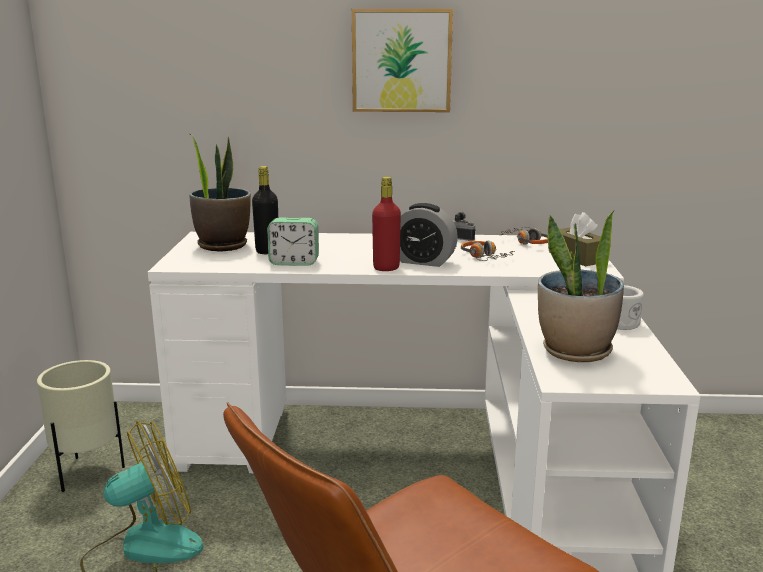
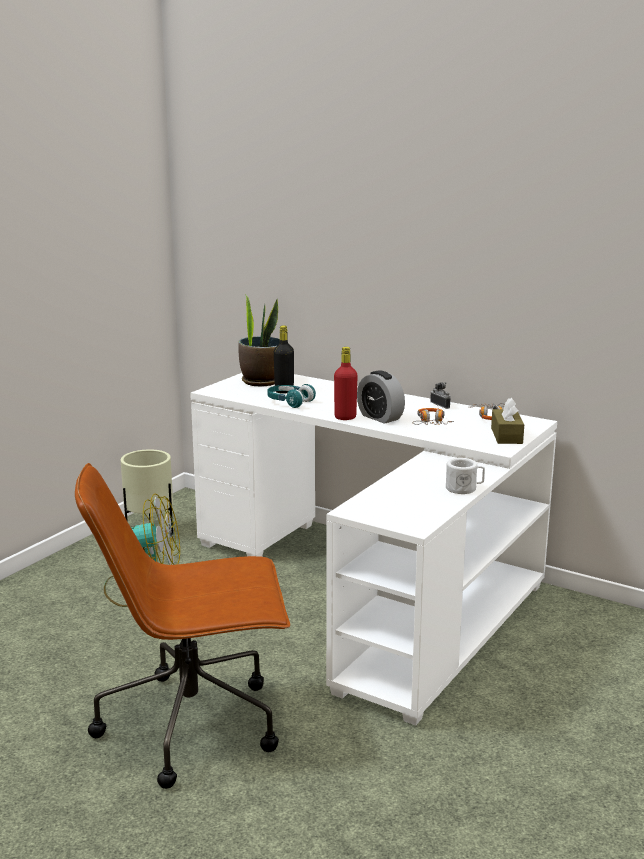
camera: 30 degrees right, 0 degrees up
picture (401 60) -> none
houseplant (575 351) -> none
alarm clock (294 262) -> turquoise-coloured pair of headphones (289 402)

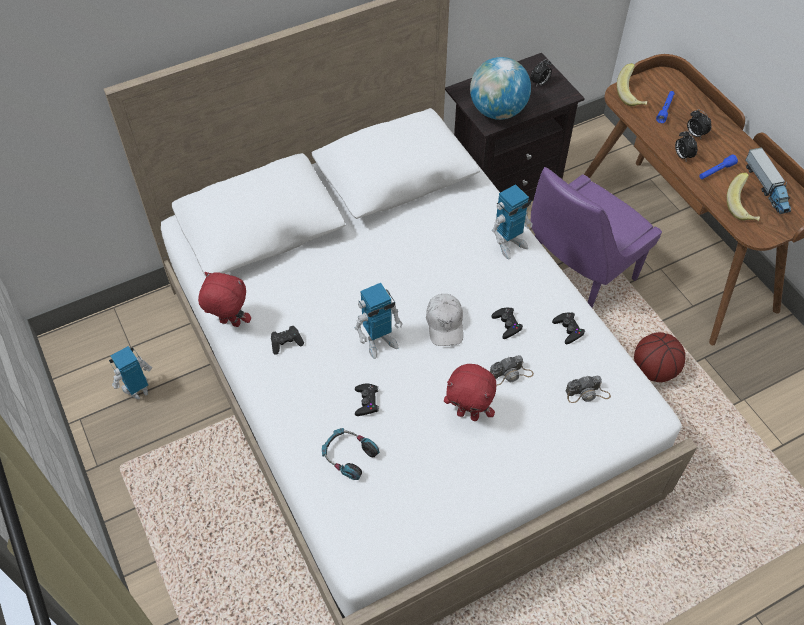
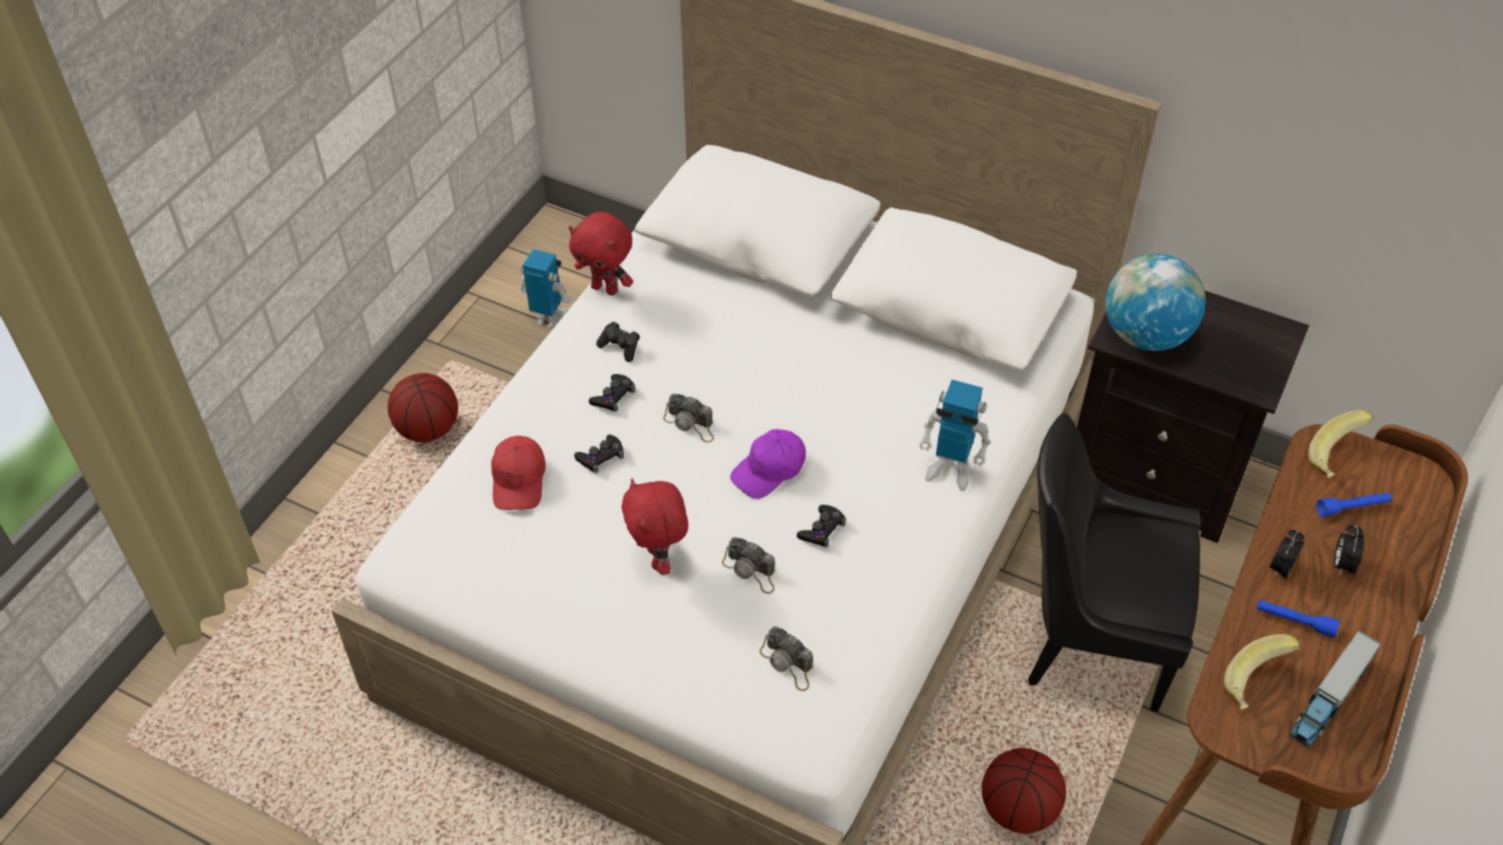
camera: 55 degrees right, 5 degrees down
alarm clock (539 83) -> none
none -> basketball ball (428 429)
black-coloured game controller (568 329) -> black-coloured game controller (613 396), shifted
pair of headphones (349 456) -> red-coloured baseball cap (519 480)
model robot (379 342) -> still camera (690 424)
whitish baseball cap (445 324) -> purplish baseball cap (769 470)
purplish upright chair (576 276) -> black-coloured upright chair (1091 637)
red-coloured plush toy (229 324) -> red-coloured plush toy (606 288), 135 degrees clockwise

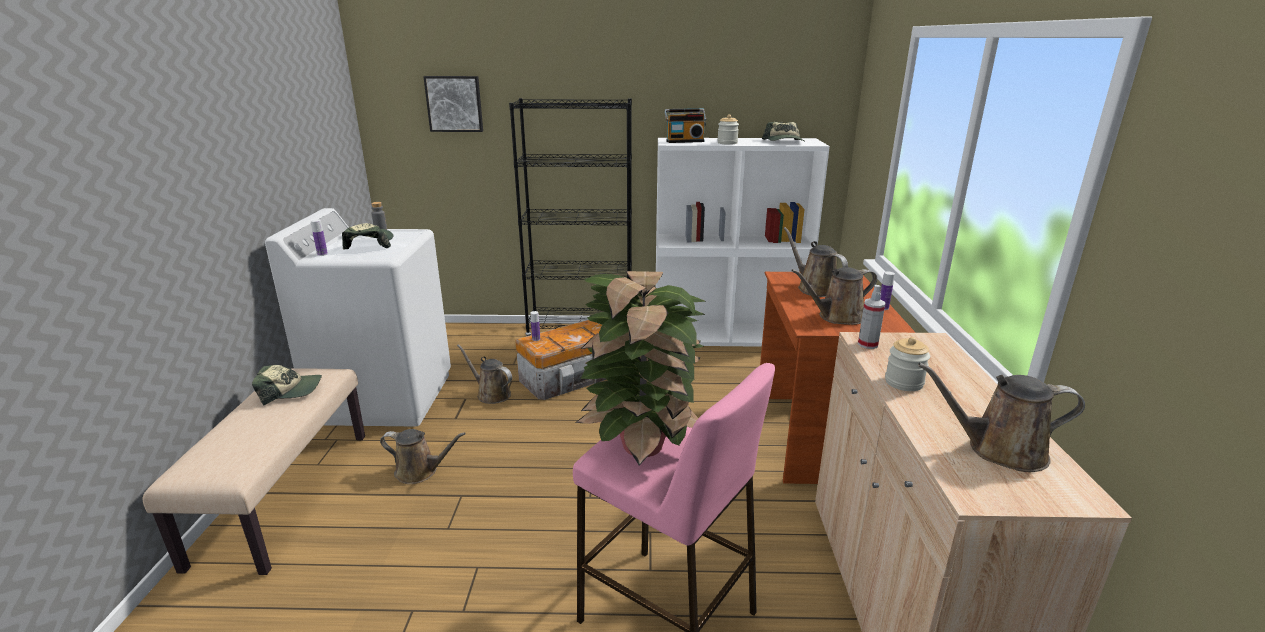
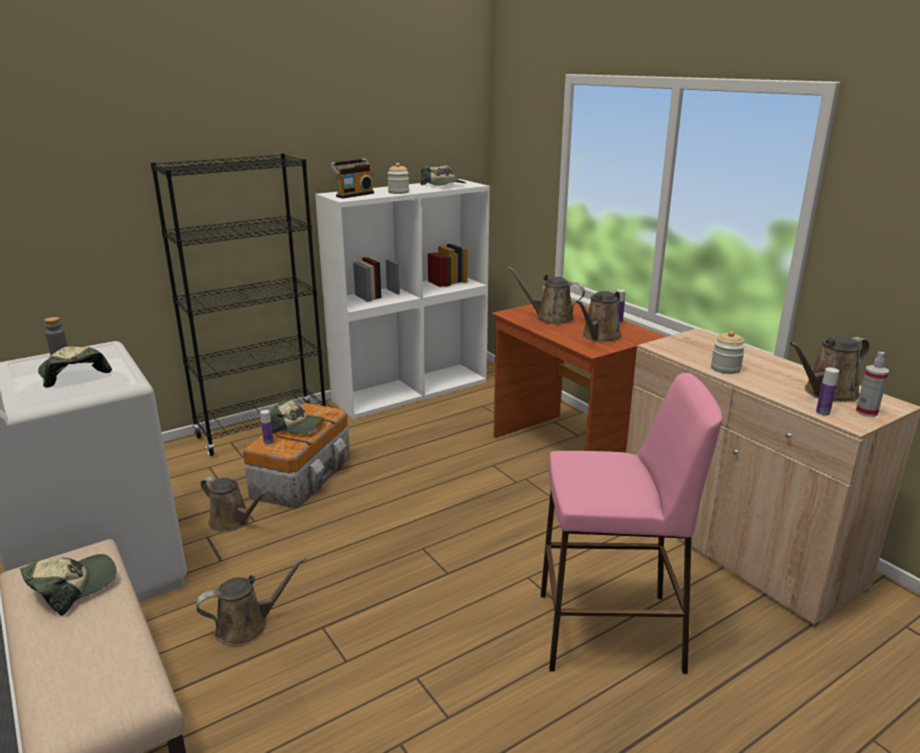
camera: 35 degrees left, 0 degrees up
picture (454 104) -> none
houseplant (642 442) -> none
none -> baseball cap (297 426)
drink bottle (322 254) -> drink bottle (822 412), shifted
spray bottle (867 344) -> spray bottle (866 412), shifted
brown-coloured watering pot (491 394) -> brown-coloured watering pot (233 521), 150 degrees counterclockwise

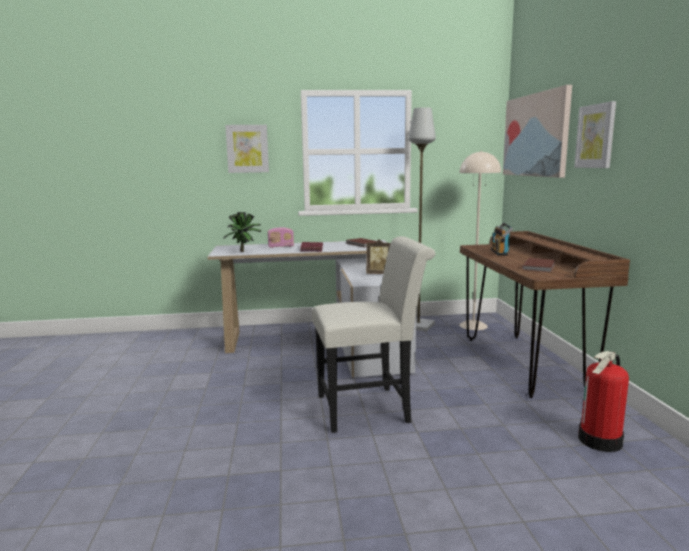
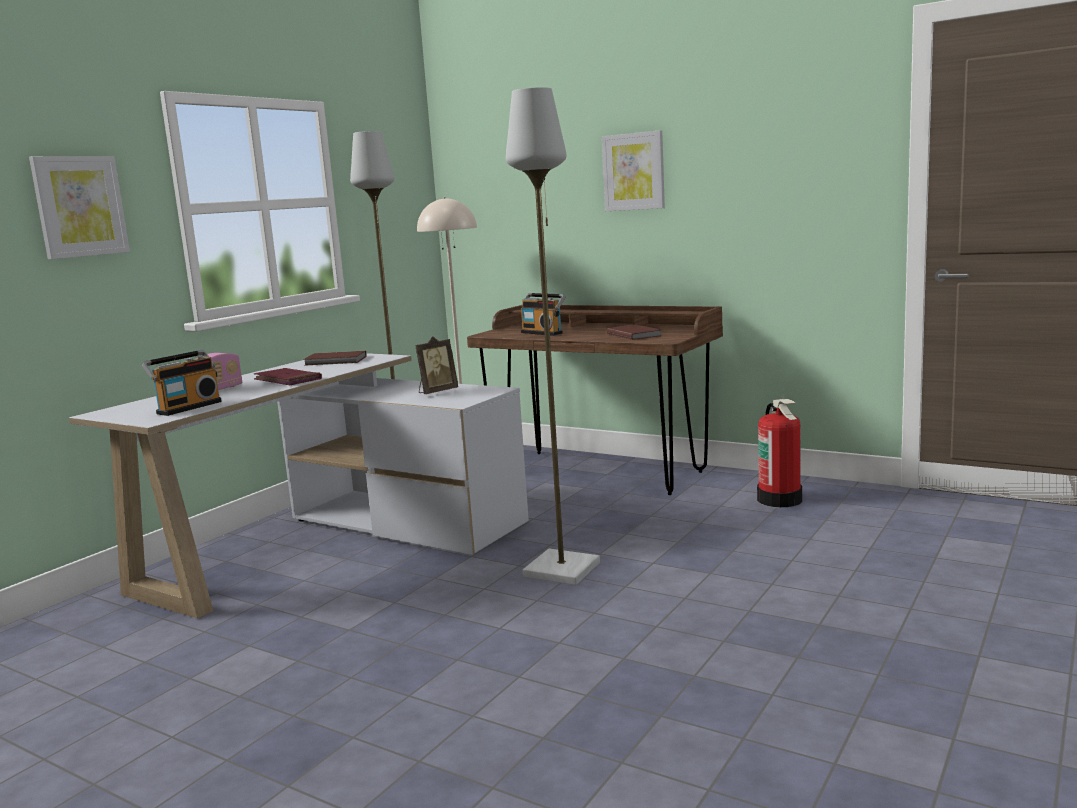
camera: 50 degrees left, 0 degrees up
picture (536 135) -> none
houseplant (244 251) -> radio (187 407)
whitish upright chair (370 408) -> gray standing lamp (563 569)

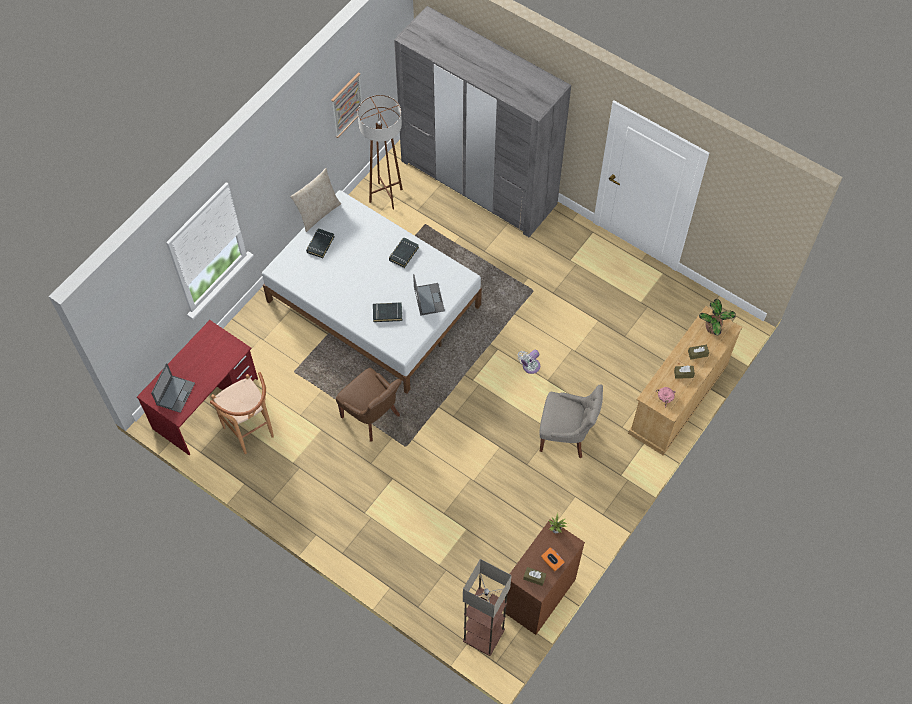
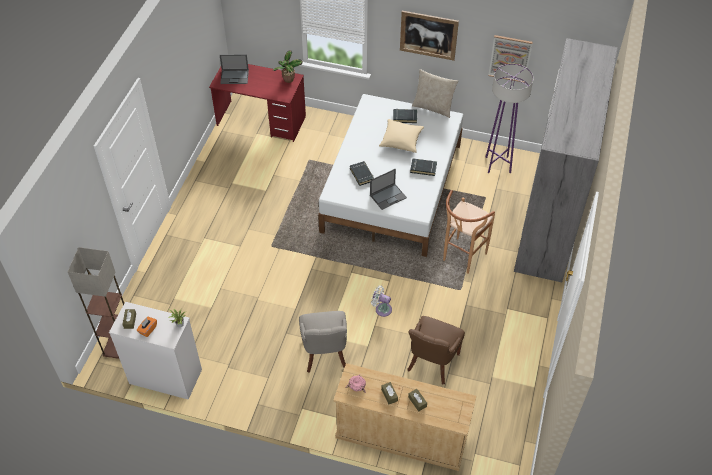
camera: 70 degrees right, 10 degrees down
none -> beige-coloured pillow (401 140)
none -> picture (428 35)
brown-coloured stool seat (252 435) -> brown-coloured stool seat (461 259), shifted
brown-coloured upright chair (372 416) -> brown-coloured upright chair (432 363), shifted
houseplant (713 328) -> houseplant (288 80), shifted
brown-coloured standing lamp (385 195) -> purplish standing lamp (498 164)
brown-coloured dresser (539 596) -> whitish dresser (165 376)

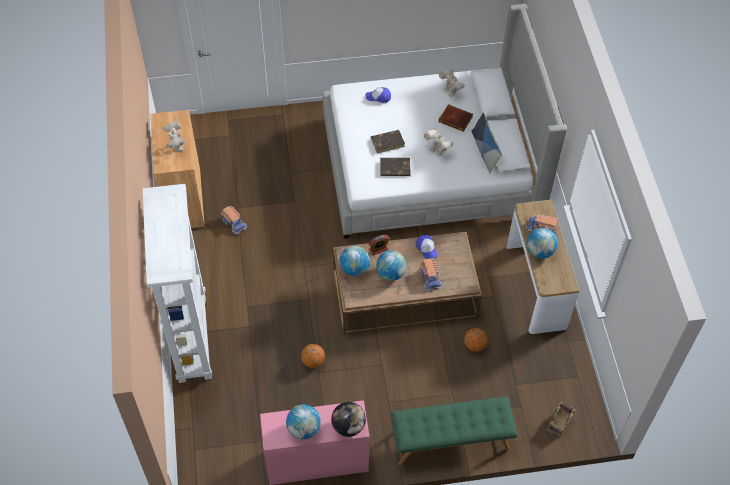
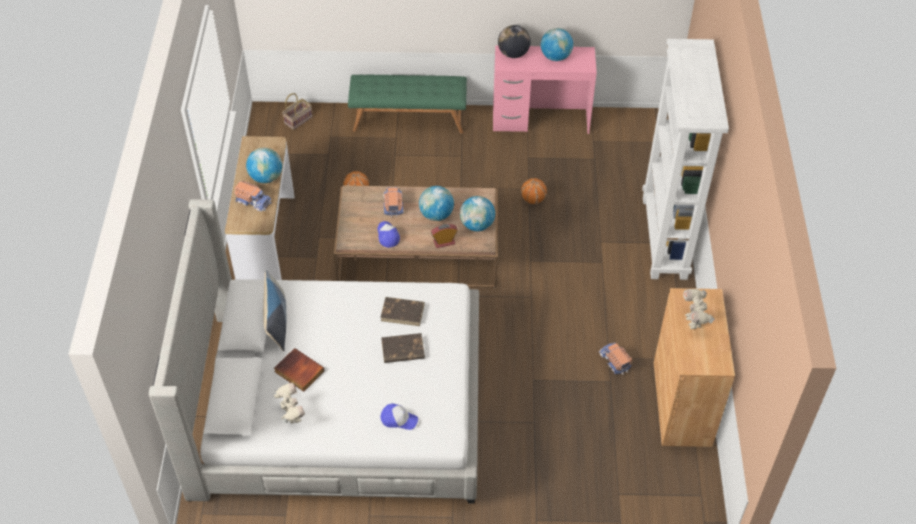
camera: 170 degrees left, 5 degrees down
model robot (437 151) -> none

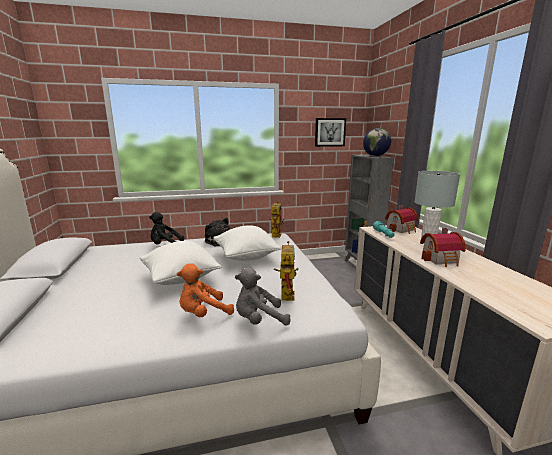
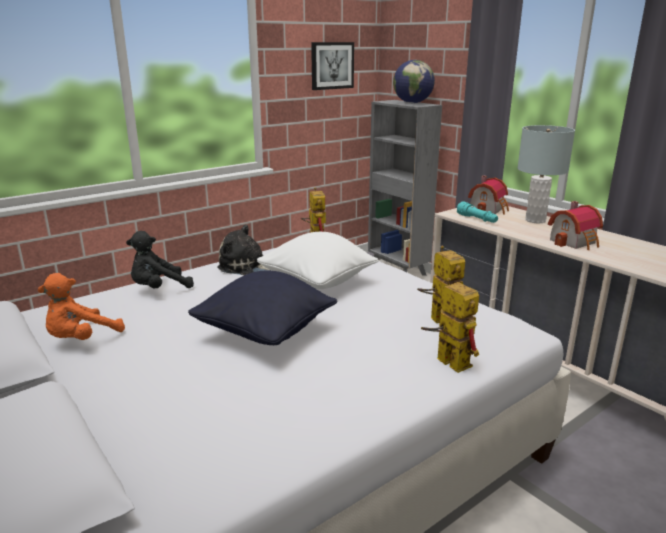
camera: 25 degrees left, 5 degrees up
orangey plush toy (203 314) -> orangey plush toy (81 339), shifted
gray plush toy (259 320) -> model robot (446 360)
whitish pillow (180 279) -> black-coloured pillow (265 333)

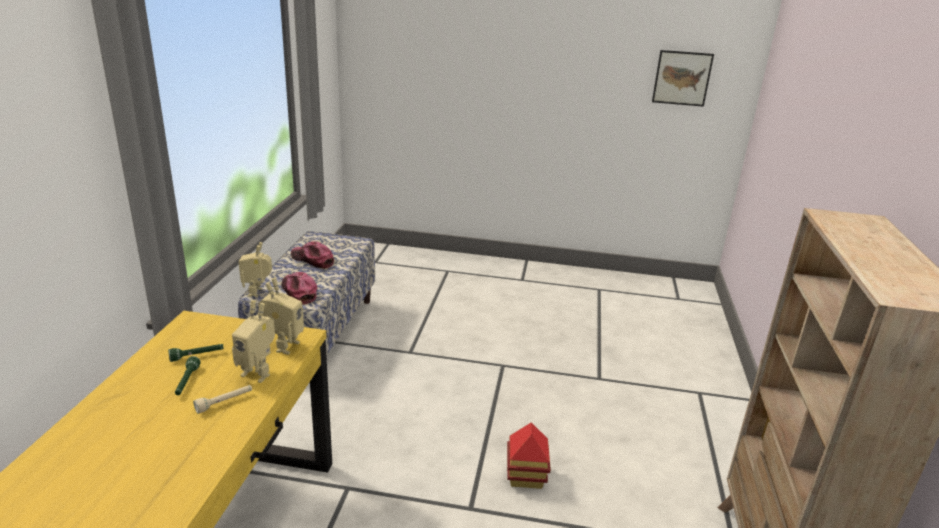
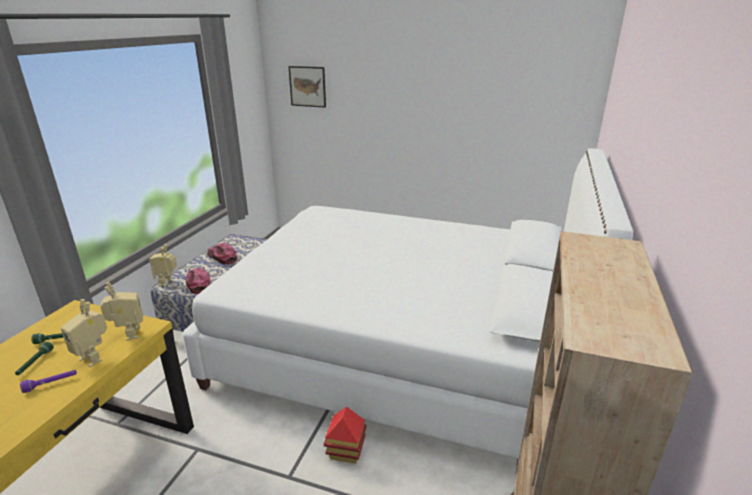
camera: 10 degrees right, 0 degrees up
none -> whitish bedroom bed (400 349)
picture (682 78) -> picture (307 86), shifted
beige-coloured flashlight (224 402) -> purplish flashlight (51 384)
model robot (283 346) -> model robot (129 334), 45 degrees counterclockwise

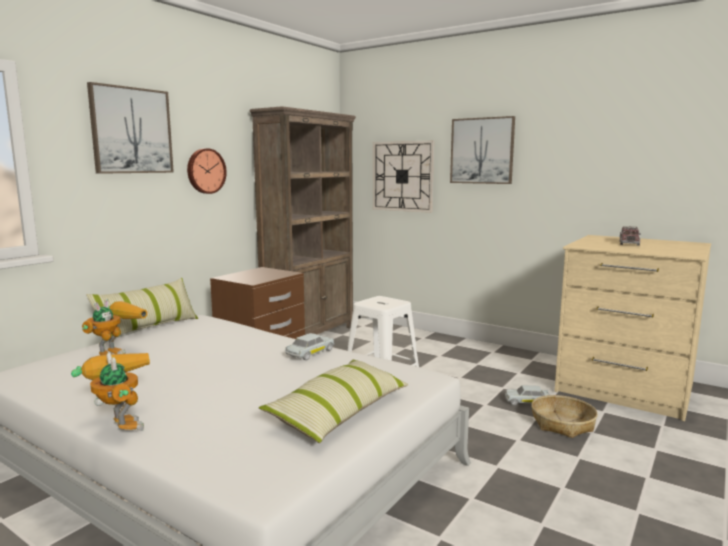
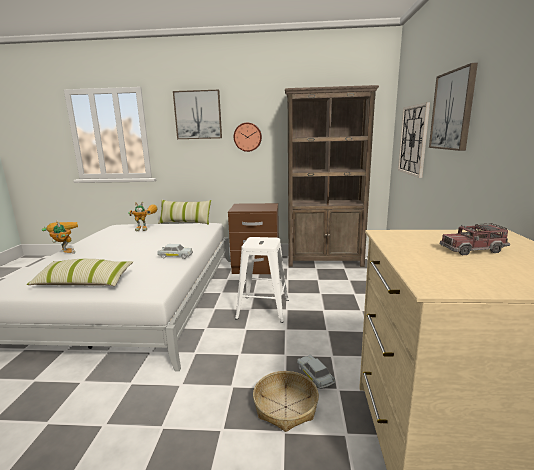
camera: 60 degrees right, 5 degrees up
model robot (118 424) -> model robot (65 252), 60 degrees counterclockwise

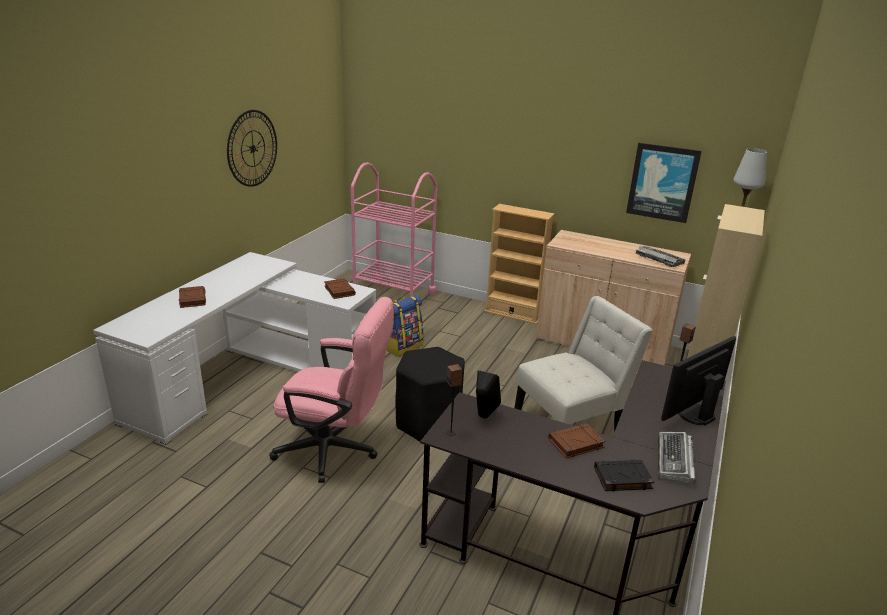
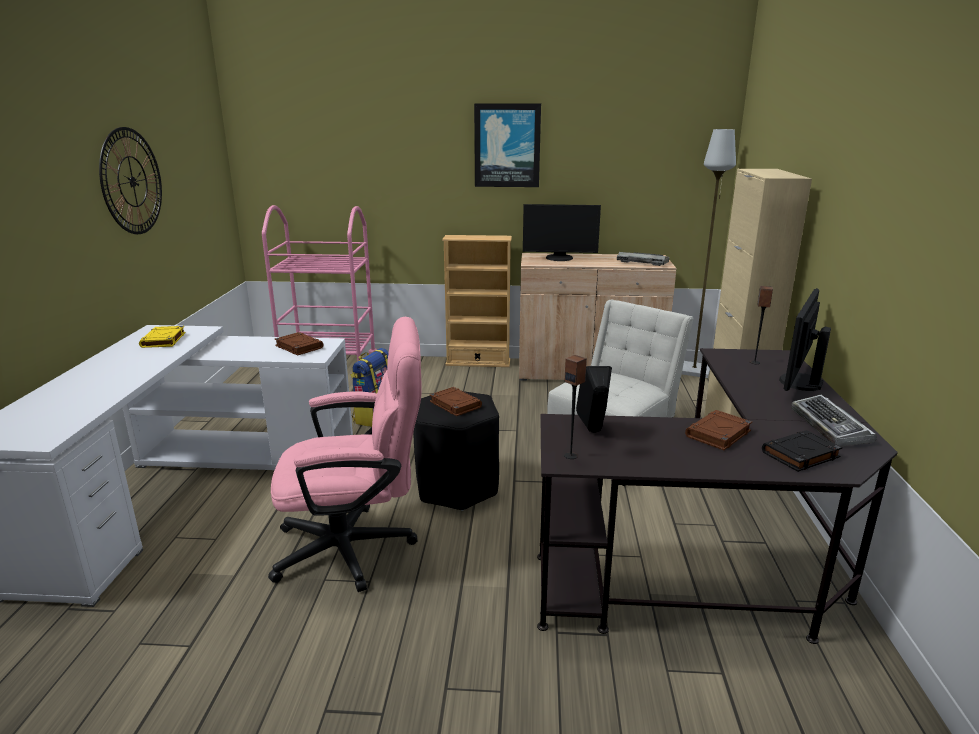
camera: 20 degrees left, 5 degrees down
none -> yellowish bound book (163 340)
none -> monitor (559 258)
brown-coloured bound book (192 299) -> brown-coloured bound book (454 404), shifted
picture (662 182) -> picture (507 145), shifted

